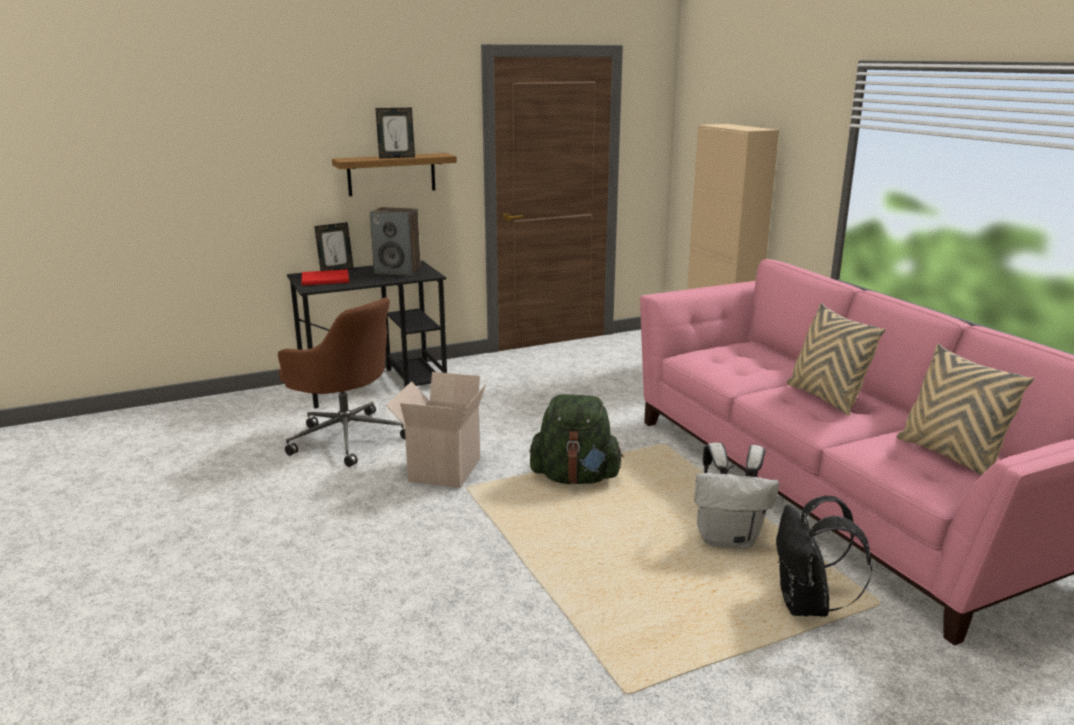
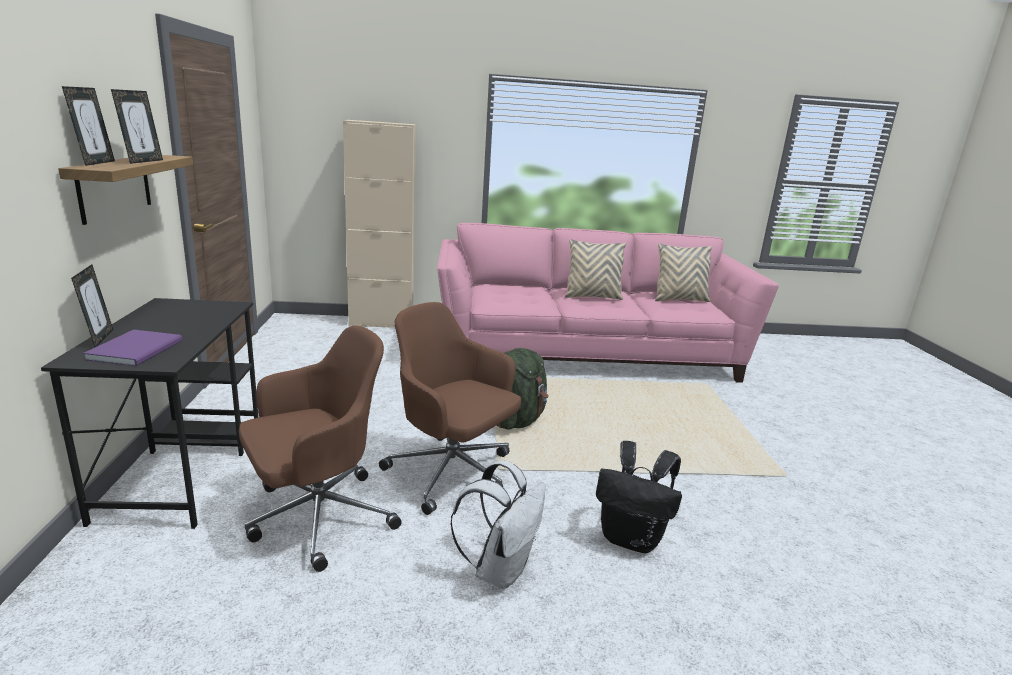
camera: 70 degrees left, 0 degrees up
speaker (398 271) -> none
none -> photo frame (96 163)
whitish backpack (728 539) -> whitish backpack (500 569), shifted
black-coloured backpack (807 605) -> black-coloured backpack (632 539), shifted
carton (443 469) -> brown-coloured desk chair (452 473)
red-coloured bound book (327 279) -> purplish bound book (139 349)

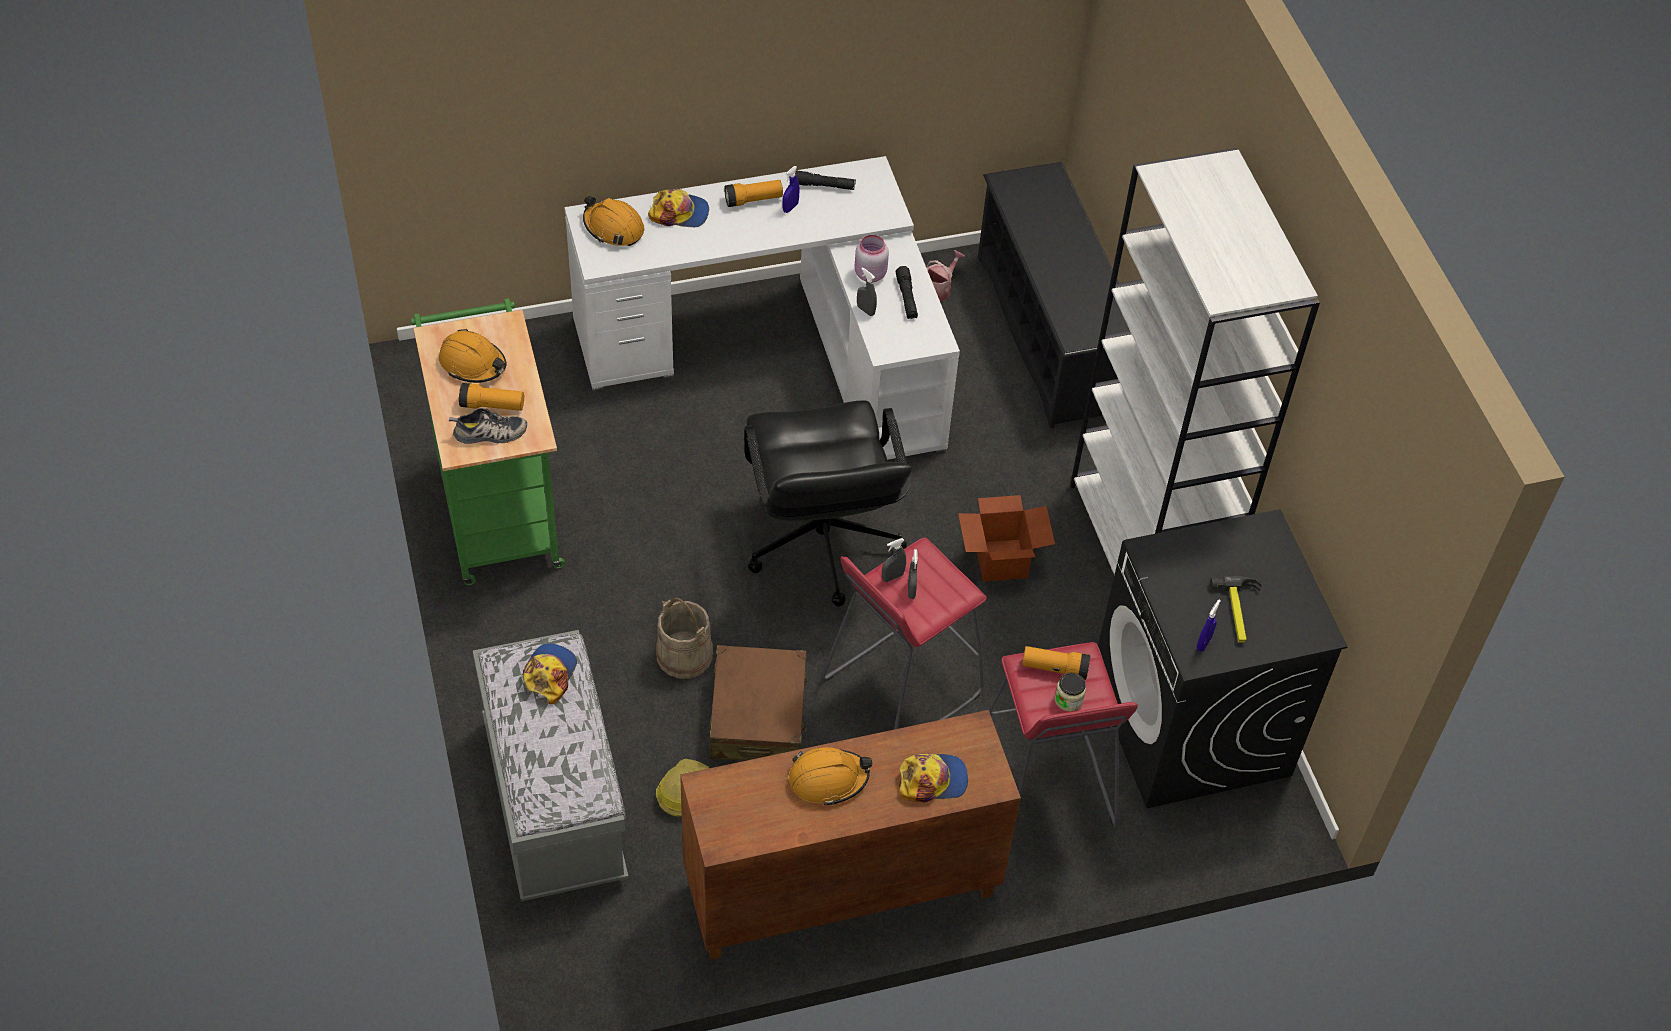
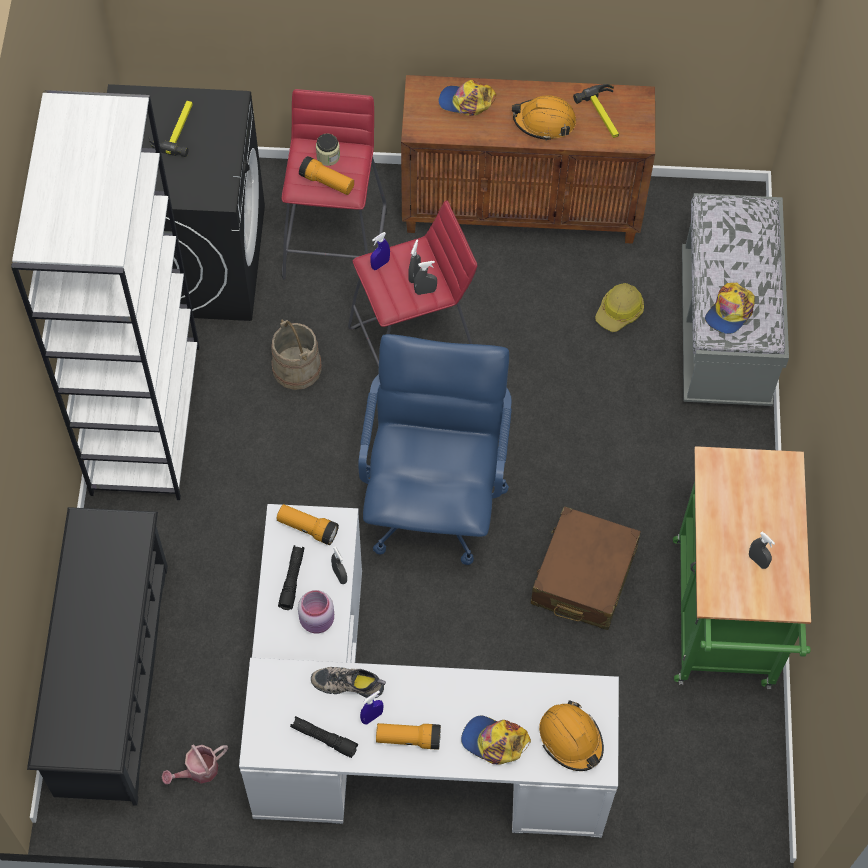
camera: 160 degrees left, 10 degrees up
carton (1001 561) -> none
none -> tool hammer (604 114)
item of footwear (489 434) -> item of footwear (348 683), shifted
flashlight (492 405) -> flashlight (307 528), shifted
beige-coloured water bucket (684 655) -> beige-coloured water bucket (297 368), shifted
brown-coloured suitcase (758 716) -> brown-coloured suitcase (583 576), shifted
bluish spray bottle (1204 643) -> bluish spray bottle (380 264), shifted
orangey hard hat (473 363) -> gray spray bottle (757 561)
black-coloured desk chair (821 544) -> bluish desk chair (433 500)

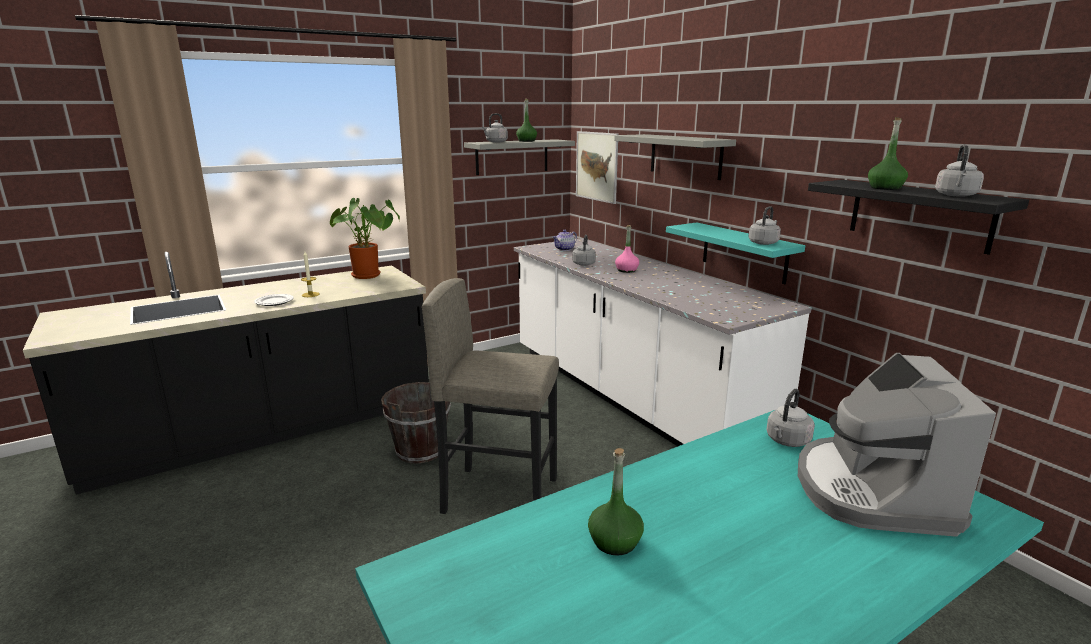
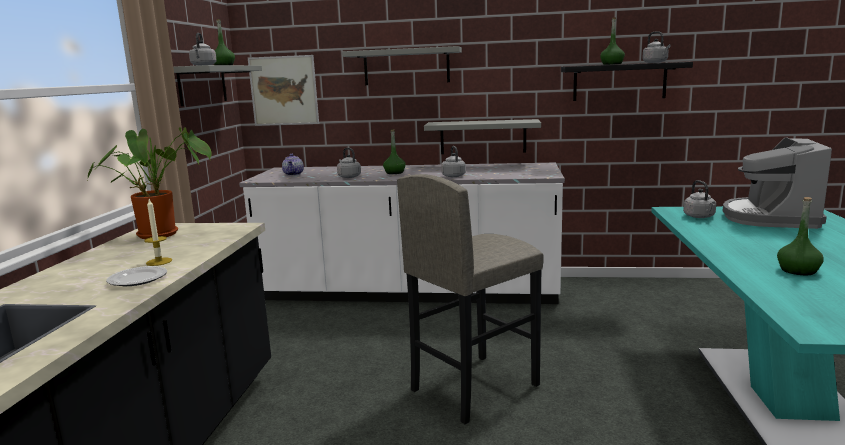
camera: 50 degrees left, 5 degrees down
brown-coloured water bucket (420 451) -> none
gray kettle (764 243) -> gray kettle (453 176), shifted
pink-coloured drink bottle (626 270) -> greenish drink bottle (394 173)
turquoise-coloured wall shelf (744 252) -> gray wall shelf (483 137)
coffee brewer (872 491) -> coffee brewer (770 218), 60 degrees clockwise

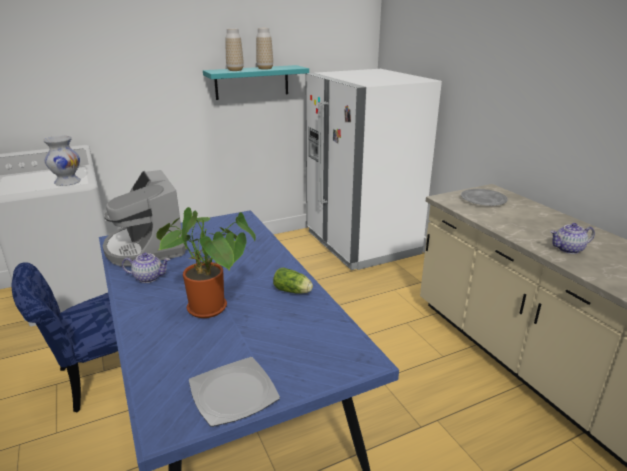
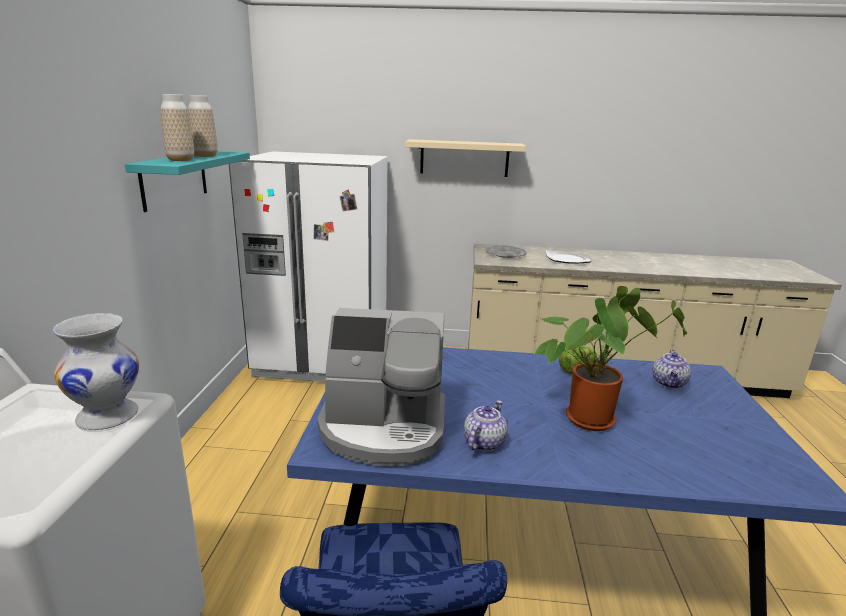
camera: 60 degrees left, 5 degrees down
none -> beige-coloured wall shelf (464 158)
plate (233 394) -> plate (567 259), shifted
pot for tea (568 249) -> pot for tea (669 383), shifted

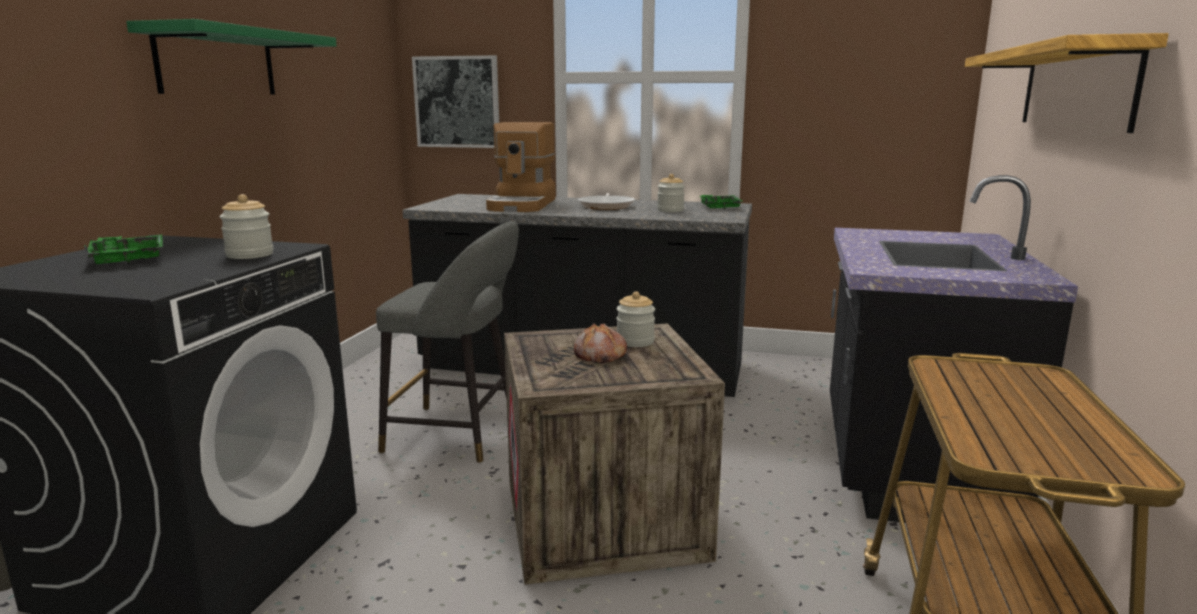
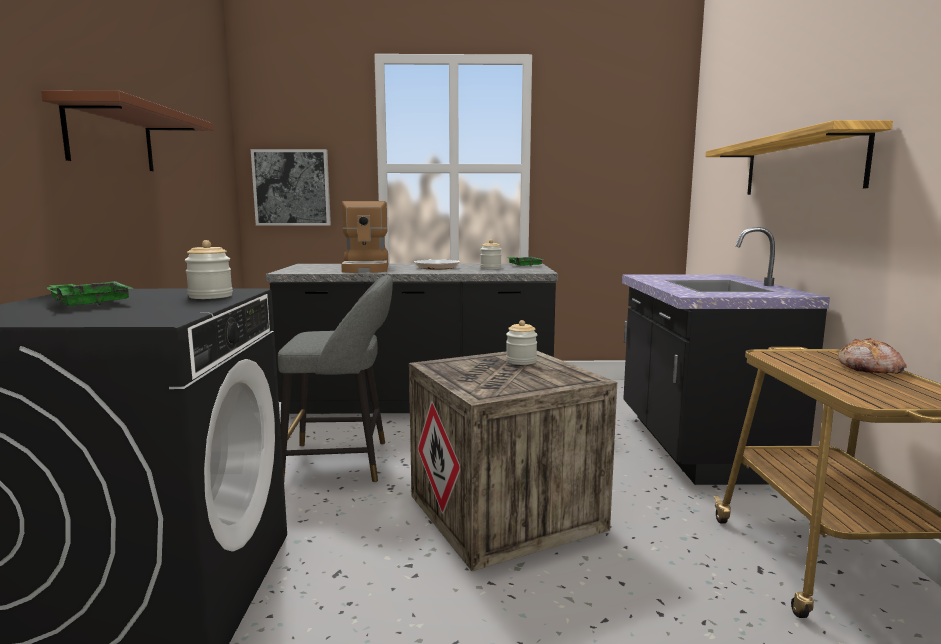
camera: 15 degrees left, 5 degrees down
bread (599 355) -> bread (870 368), shifted
greenish wall shelf (217 62) -> brown-coloured wall shelf (110 138)

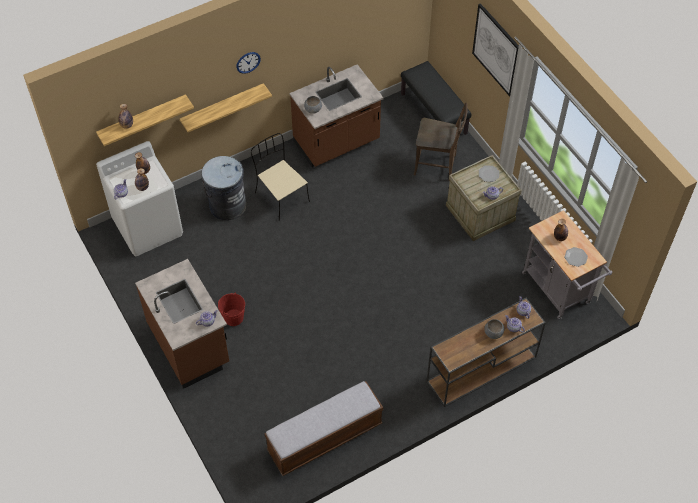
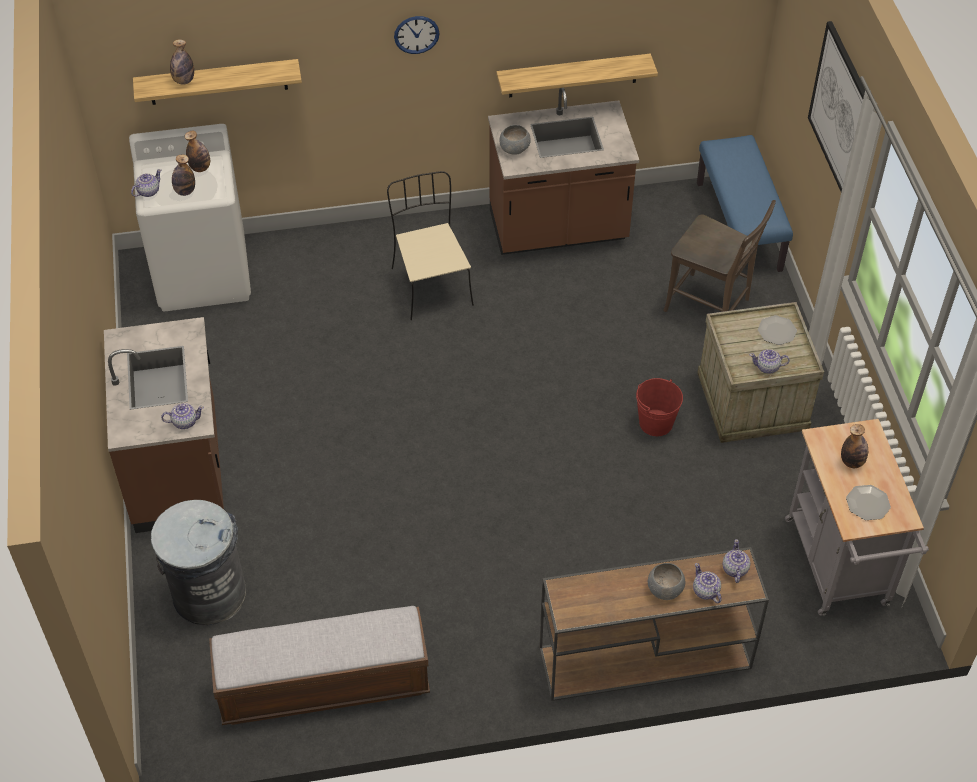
camera: 20 degrees right, 5 degrees down
wall shelf (222 107) -> wall shelf (573 75), shifted
gray waste bin (227 205) -> gray waste bin (209 593), shifted
red-coloured water bucket (233 317) -> red-coloured water bucket (656 423), shifted
black-coloured bench (434 114) -> bluish bench (739 227)

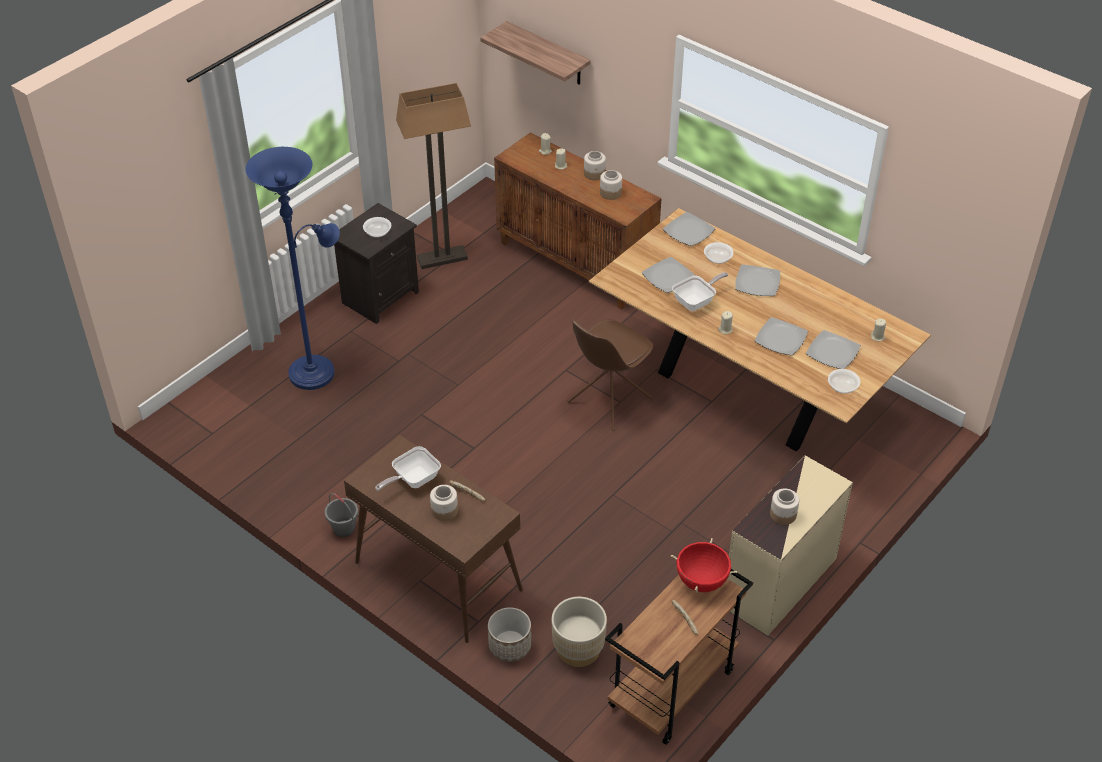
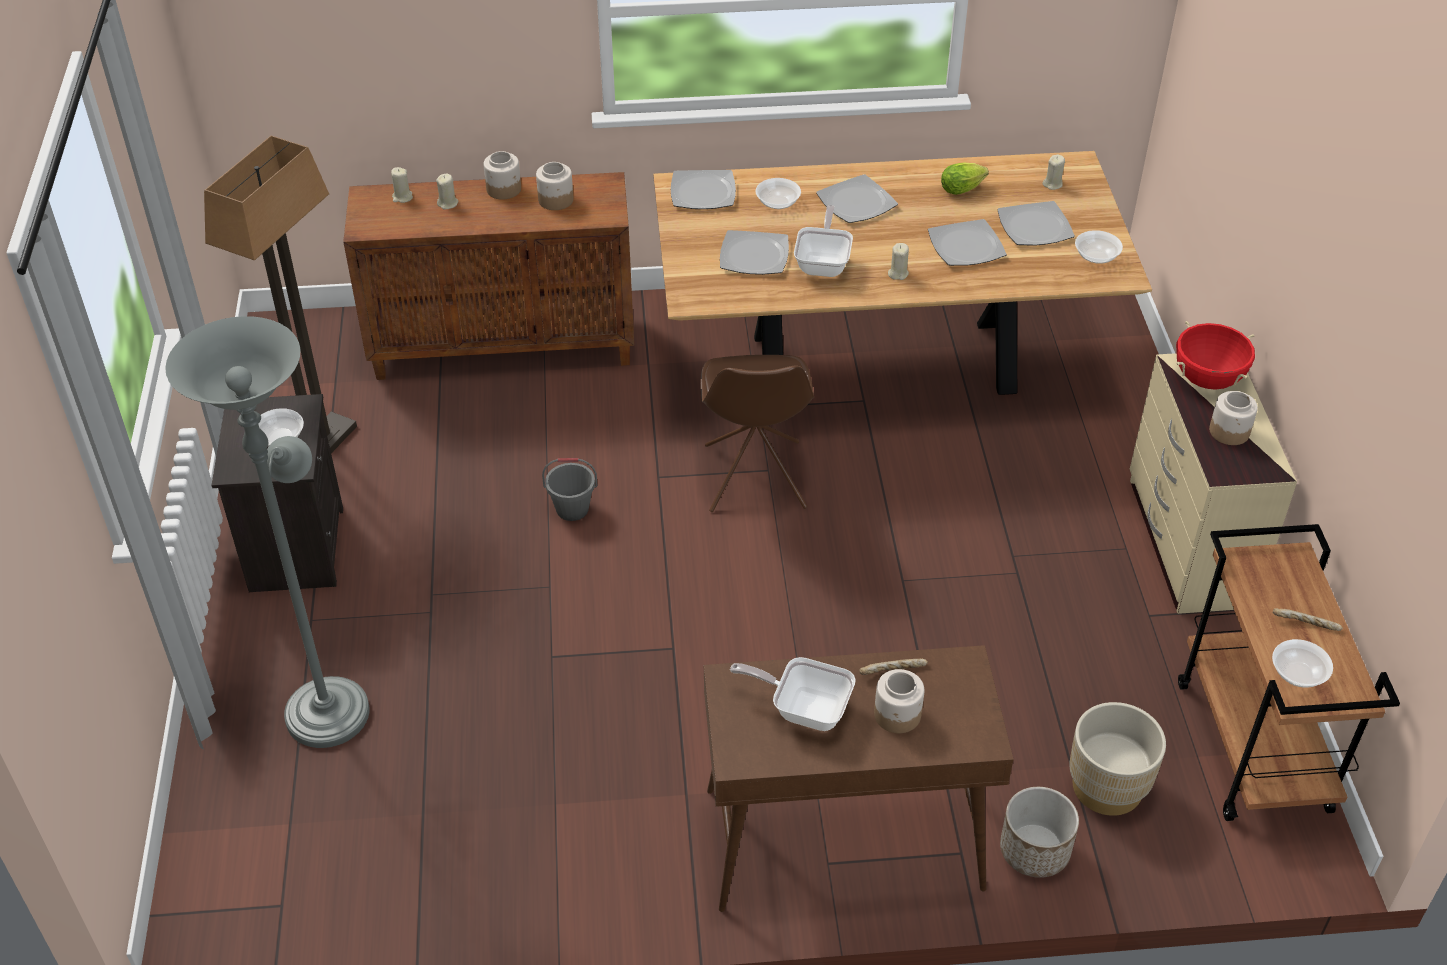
camera: 45 degrees left, 0 degrees up
wall shelf (547 54) -> none
none -> lettuce head (964 189)
none -> deep dish (1298 674)
gray water bucket (343 528) -> gray water bucket (572 509), shifted
red-coloured cooking pot (701 581) -> red-coloured cooking pot (1207 380), shifted
bluish standing lamp (316 370) -> gray standing lamp (328 704)
pan (412 480) -> pan (804 708), 105 degrees clockwise

